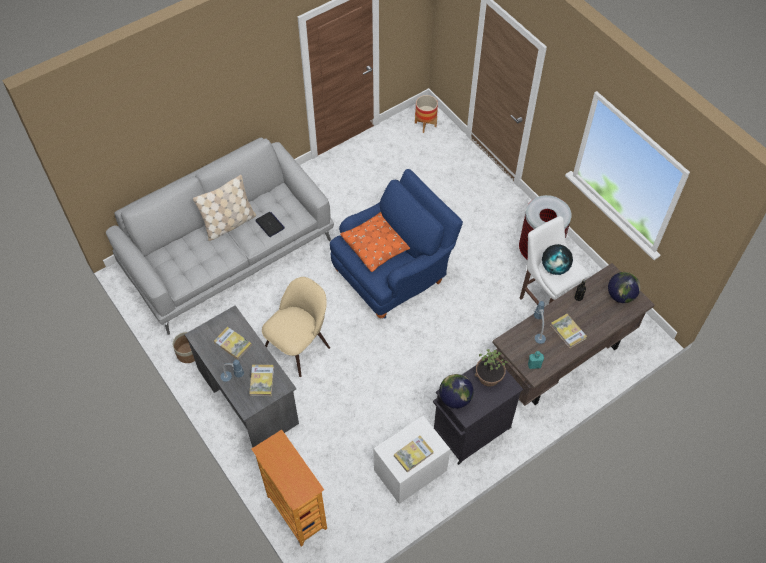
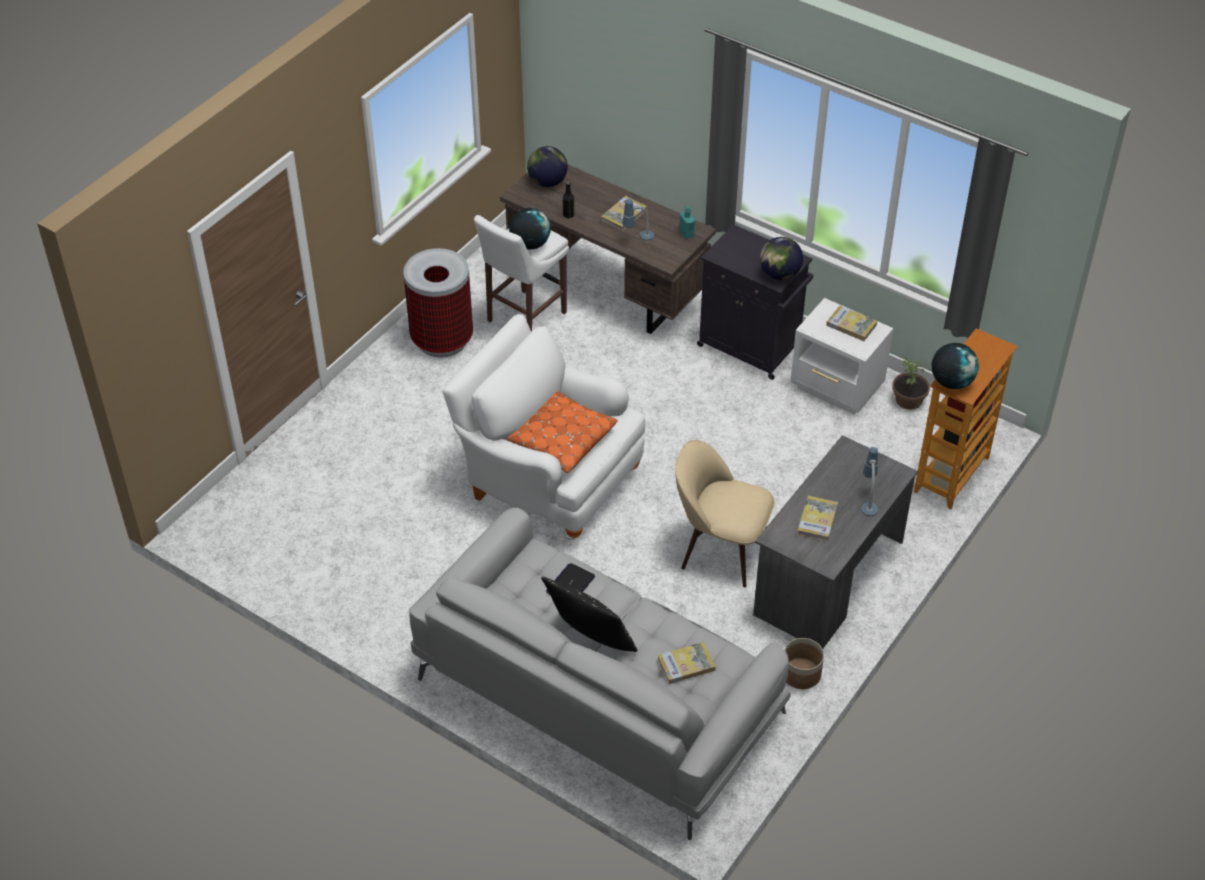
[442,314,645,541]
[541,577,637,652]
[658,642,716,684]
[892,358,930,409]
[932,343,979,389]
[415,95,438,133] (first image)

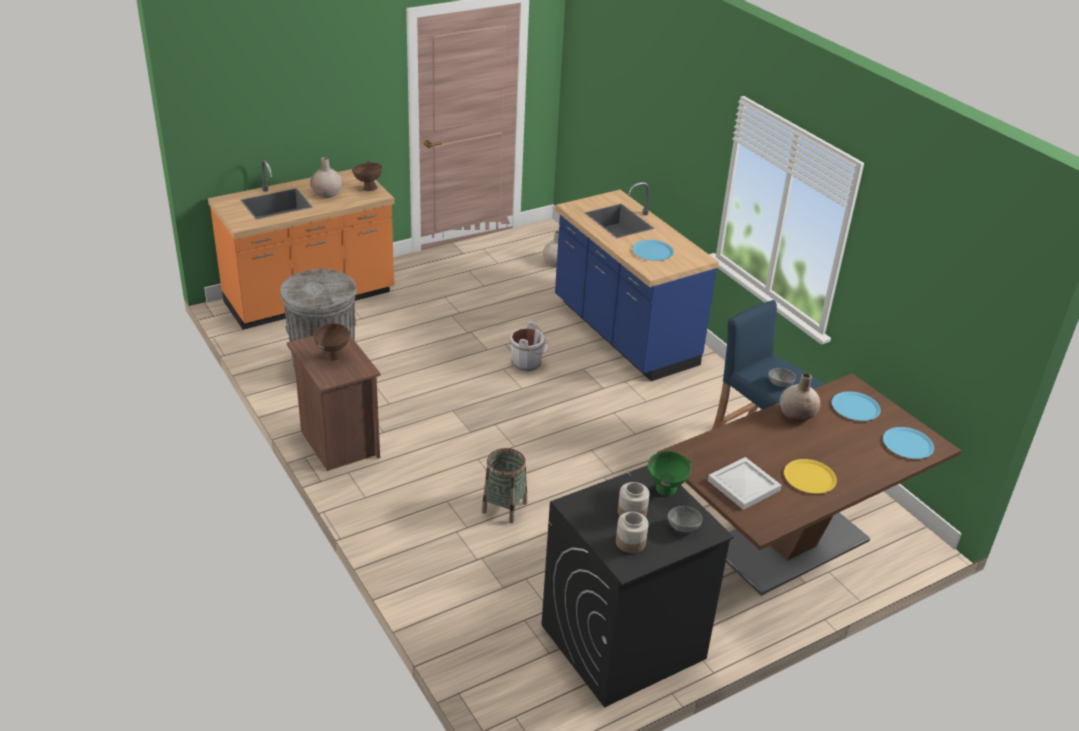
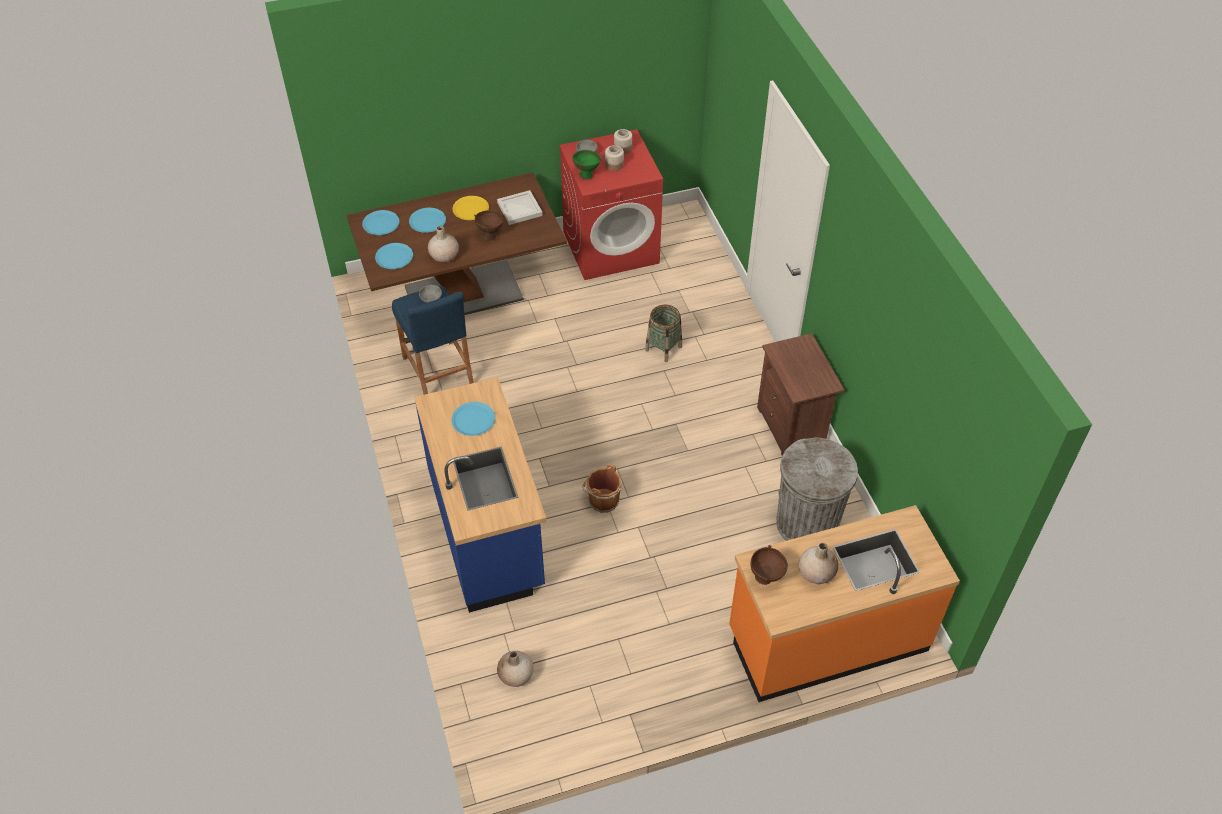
[409,208,446,233]
[474,210,504,240]
[559,129,663,280]
[582,464,622,513]

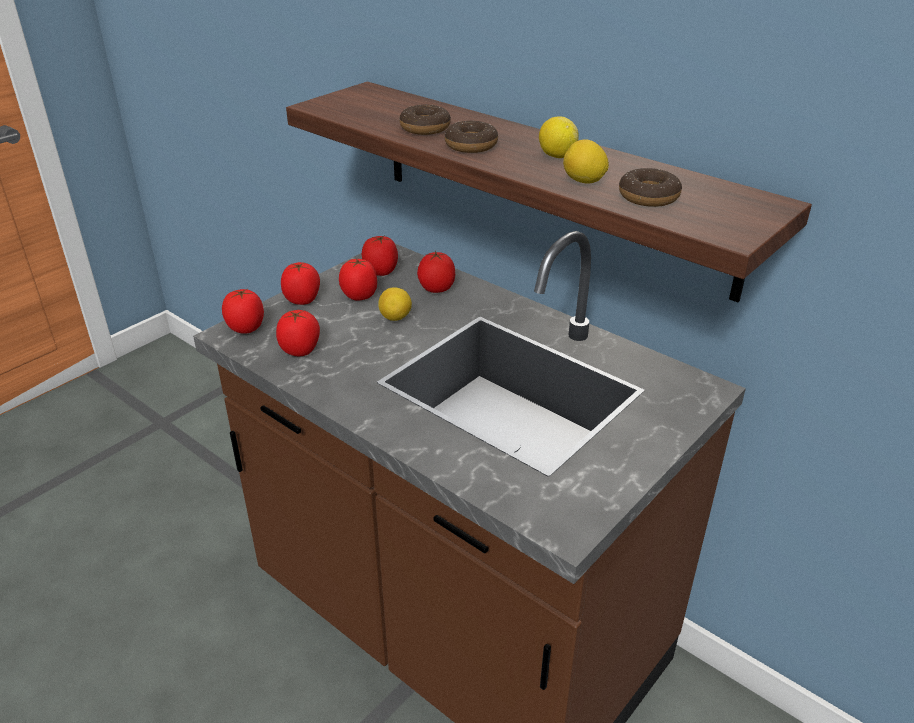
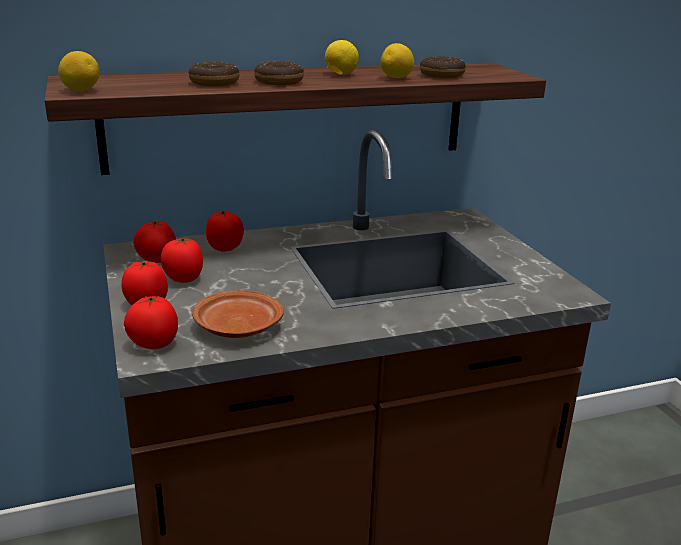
[58,51,100,91]
[192,290,284,338]

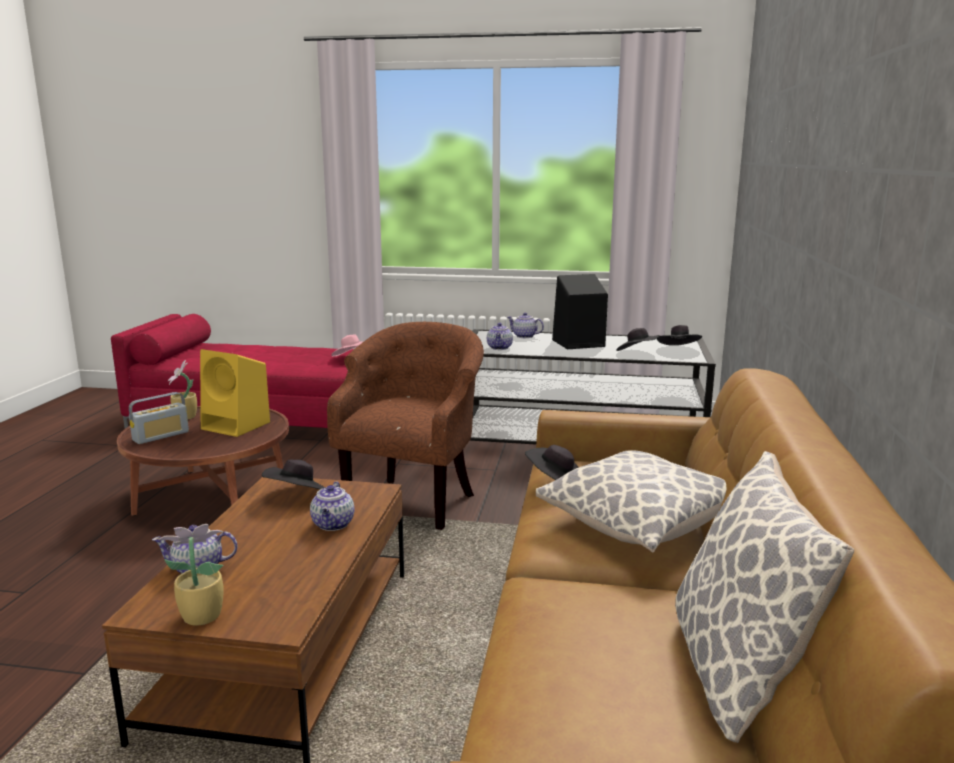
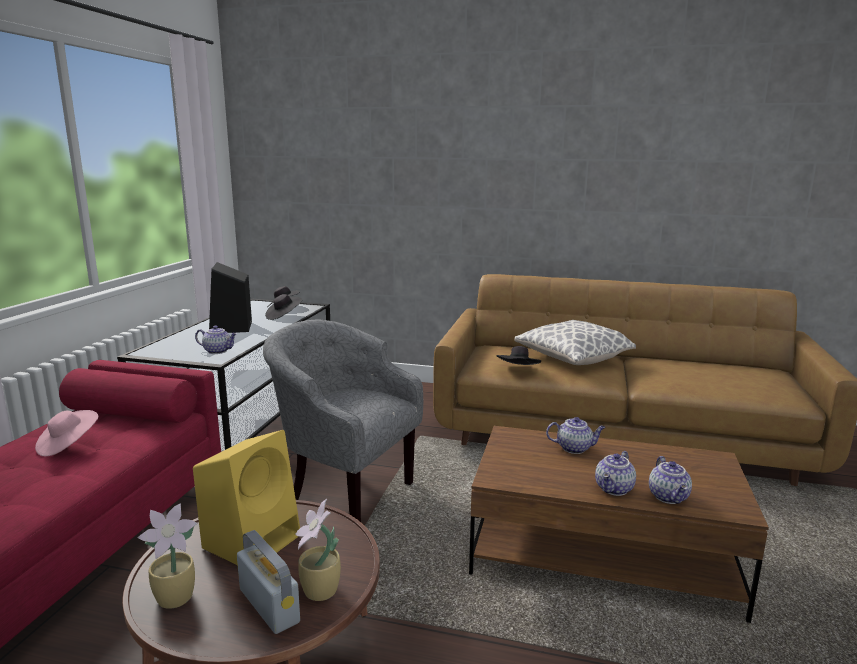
[263,320,423,522]
[295,499,341,601]
[595,451,636,496]
[262,460,326,489] (first image)
[675,451,854,743] (first image)

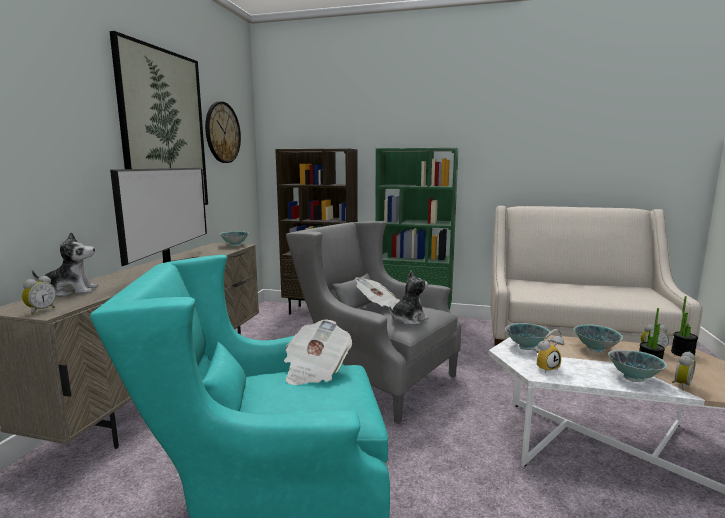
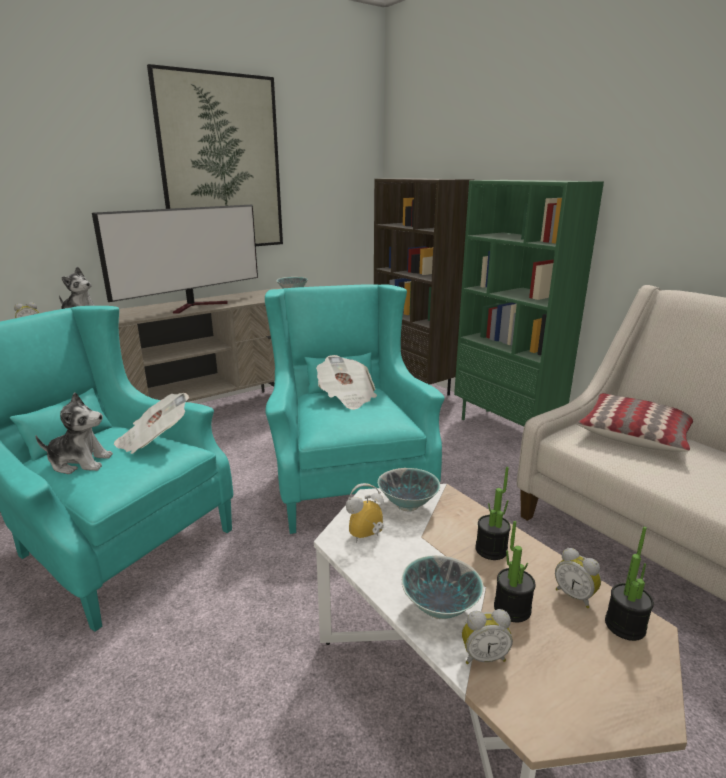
[35,393,113,474]
[265,284,445,534]
[346,483,384,543]
[475,467,511,560]
[577,393,693,452]
[205,102,241,163] (first image)

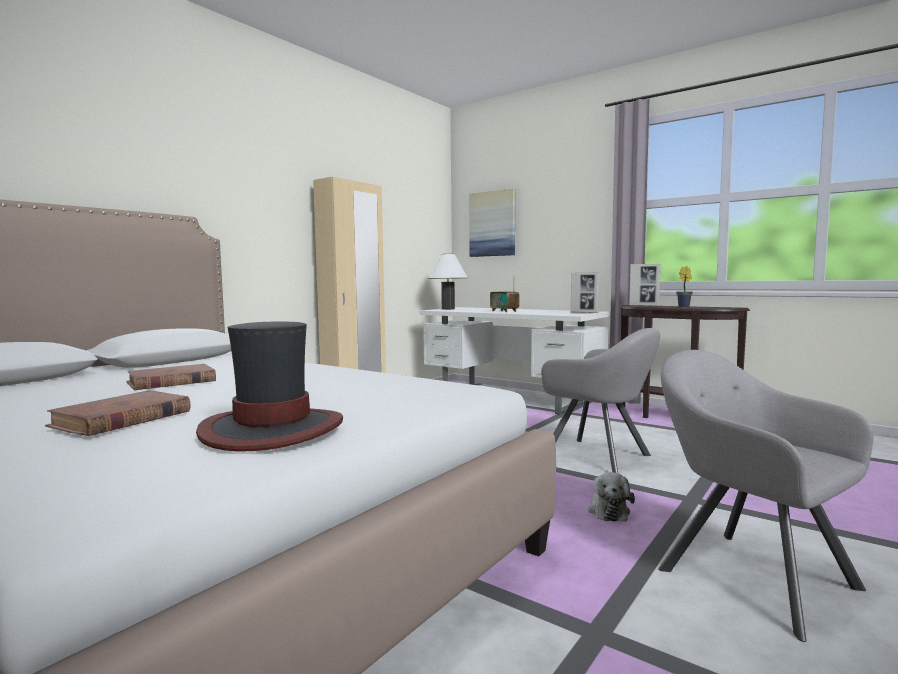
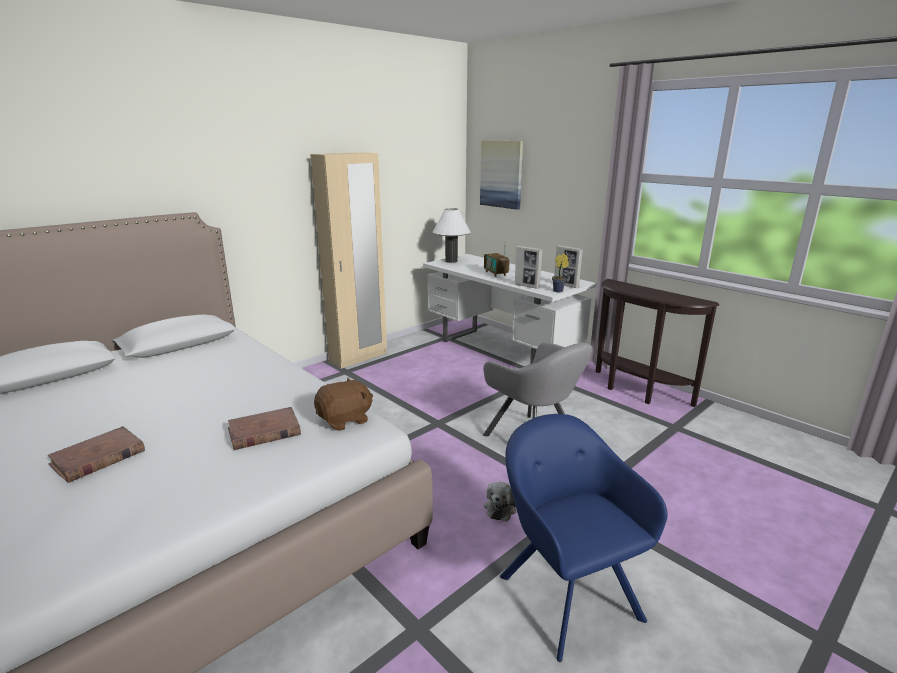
[228,407,301,450]
[314,378,373,431]
[500,414,668,662]
[515,246,543,289]
[552,253,569,292]
[196,322,343,451] (first image)

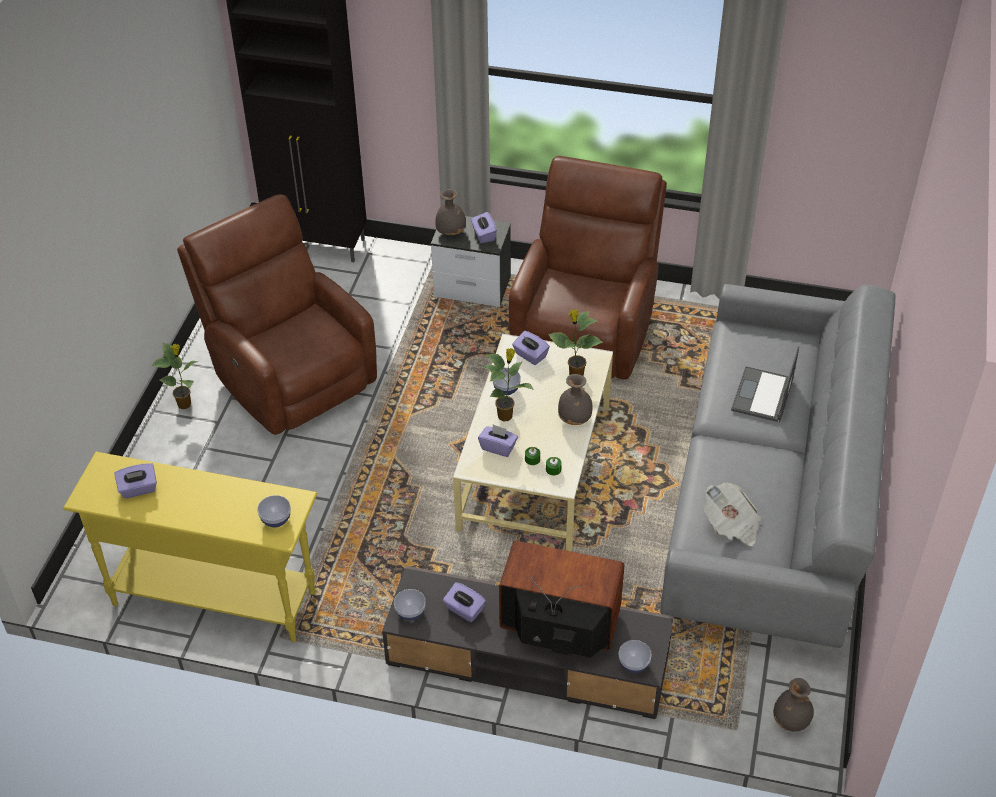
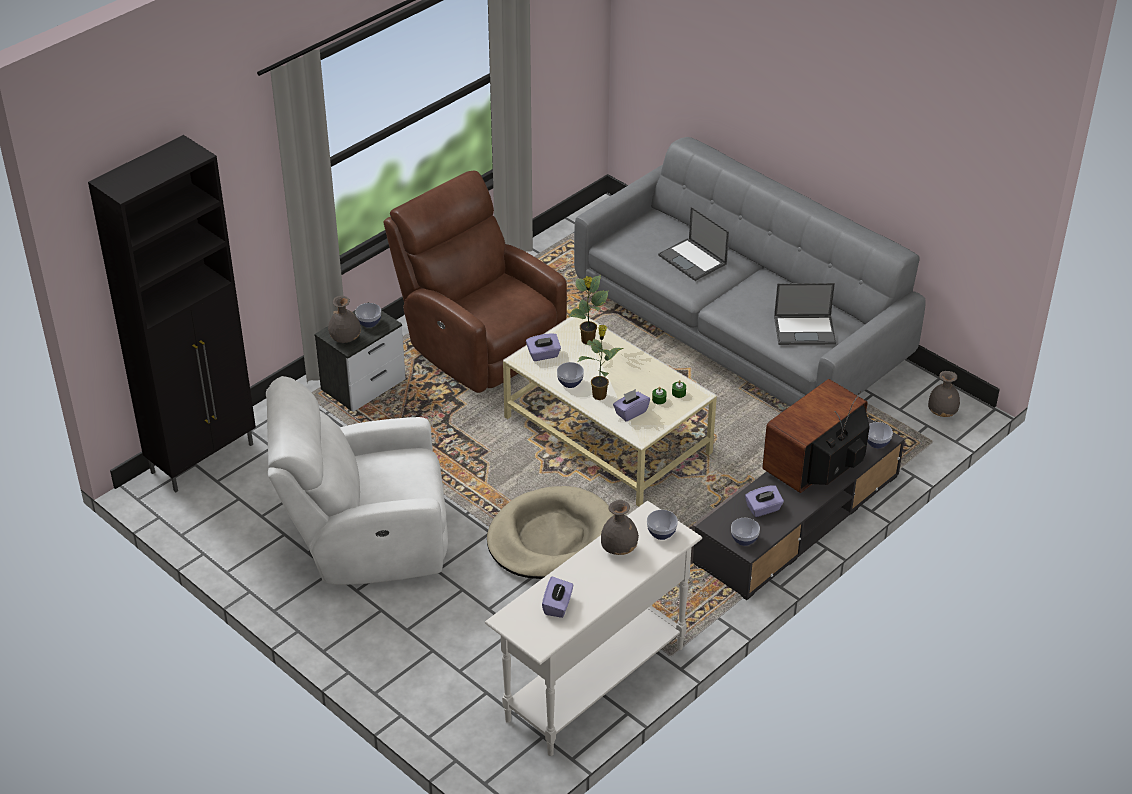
[266,376,448,585]
[355,303,381,328]
[485,501,702,756]
[487,486,614,579]
[601,500,639,555]
[774,283,836,345]
[151,342,199,409] (first image)

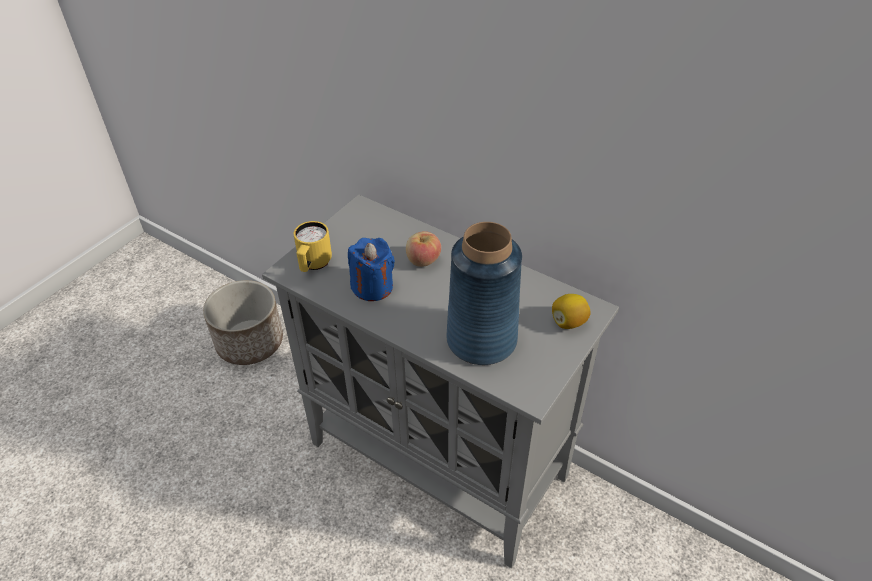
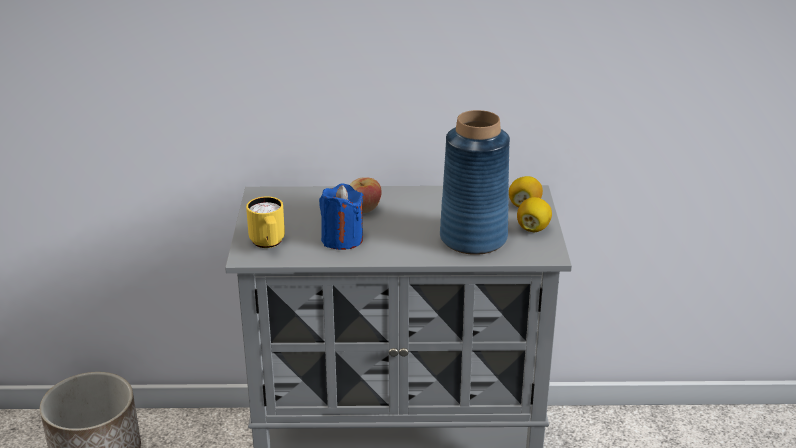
[517,197,552,232]

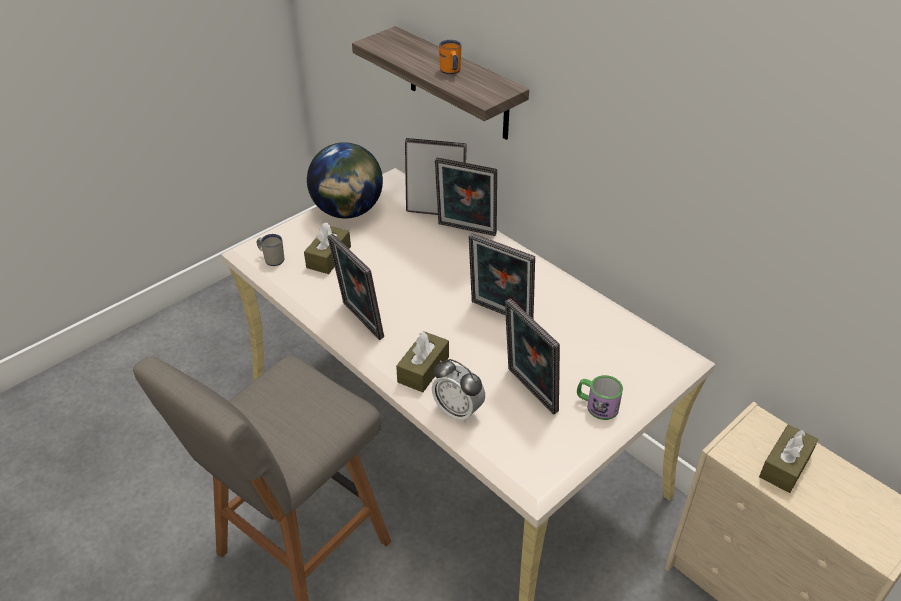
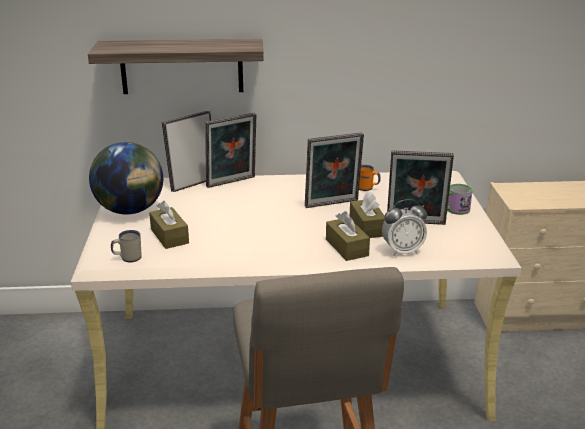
[350,192,385,238]
[359,165,381,191]
[327,233,384,340] (first image)

